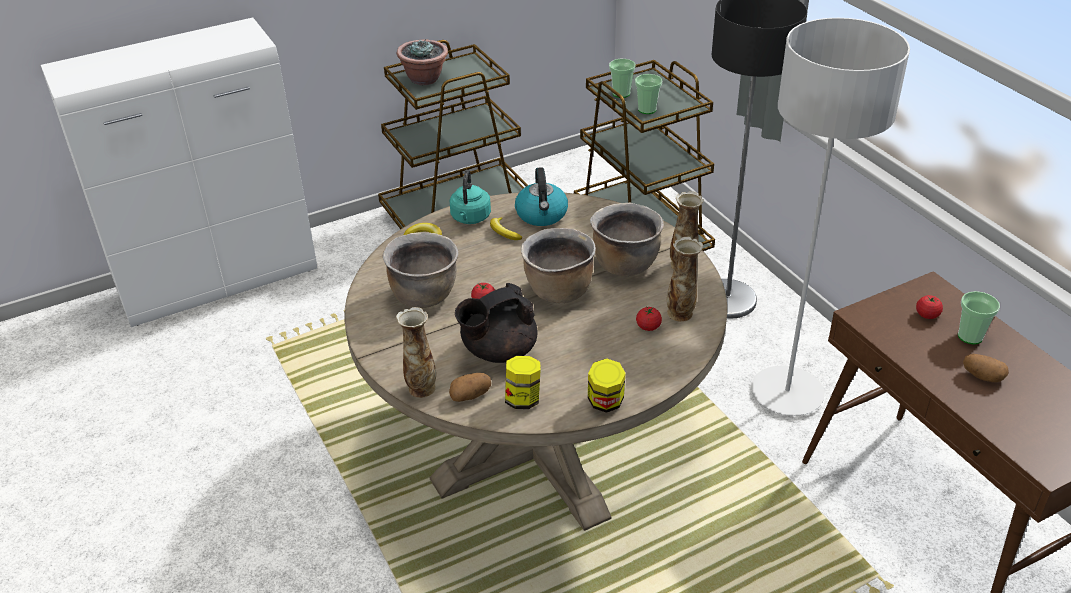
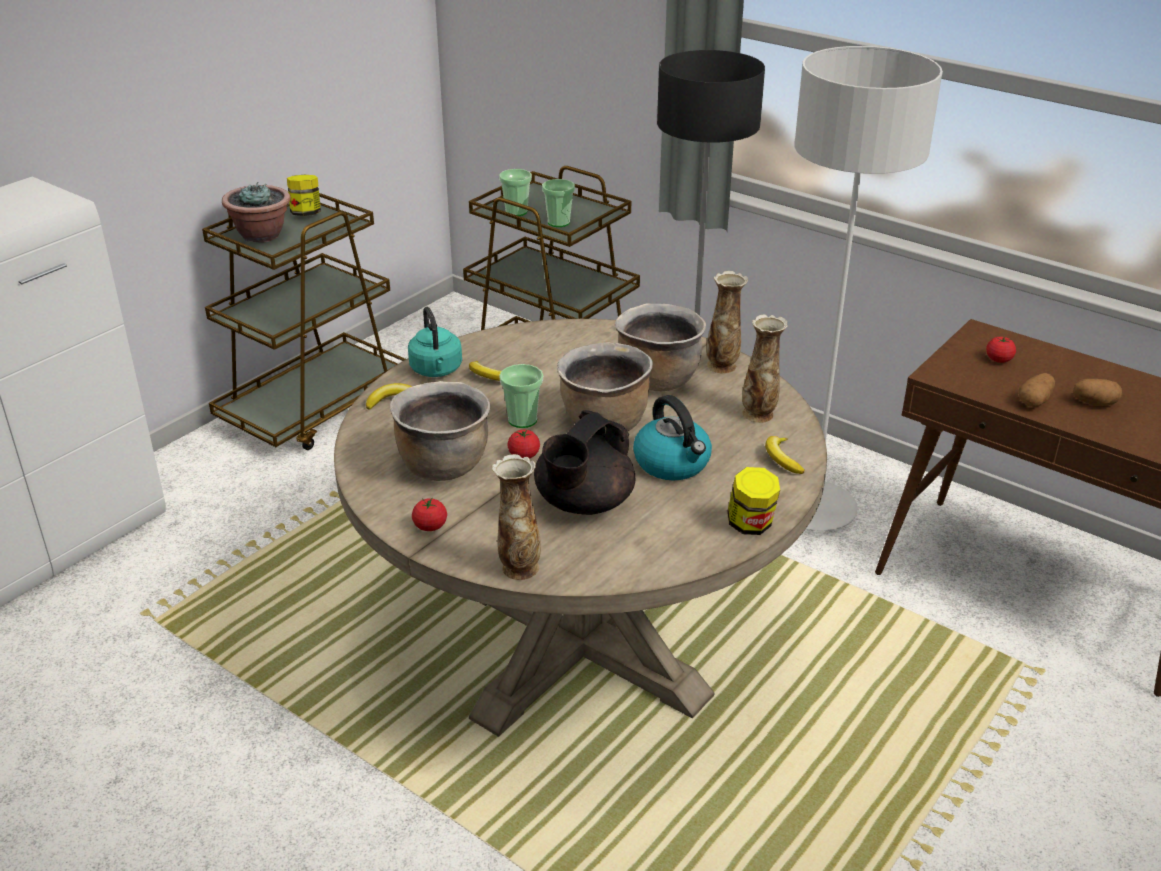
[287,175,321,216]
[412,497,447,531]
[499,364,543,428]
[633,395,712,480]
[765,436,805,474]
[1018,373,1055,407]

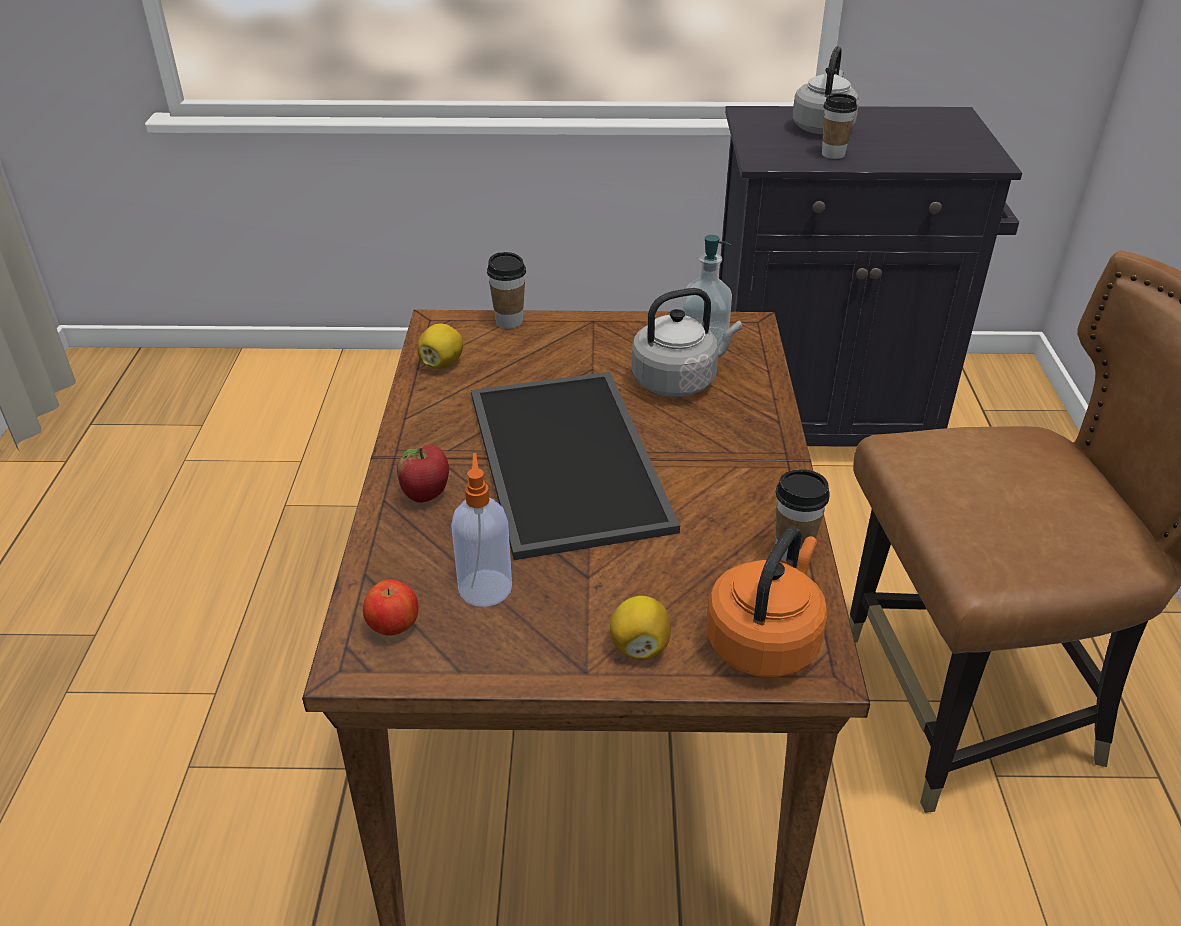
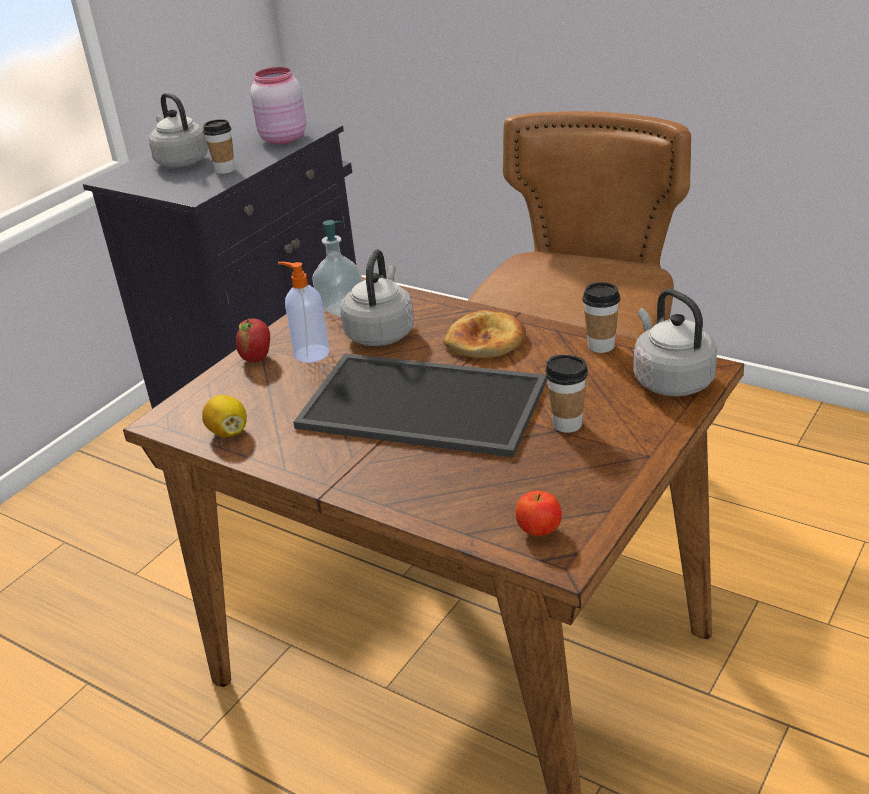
[236,318,270,362]
[250,67,306,144]
[278,262,330,363]
[443,310,526,358]
[545,355,588,433]
[633,289,717,397]
[610,596,671,660] (first image)

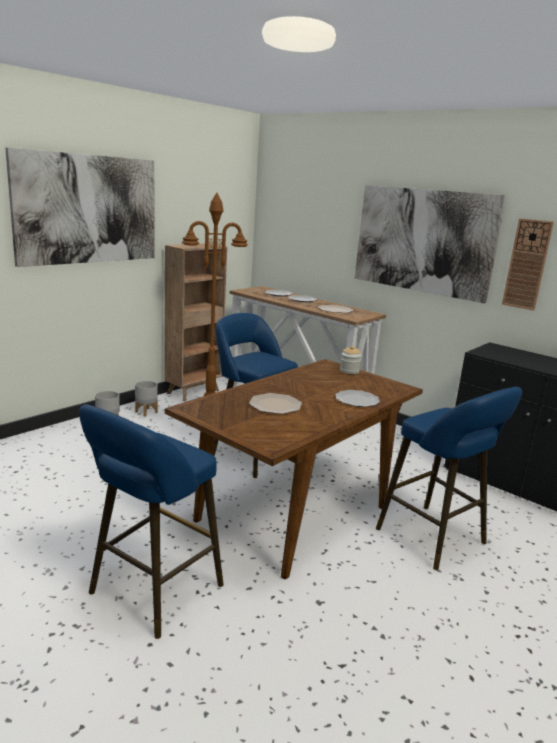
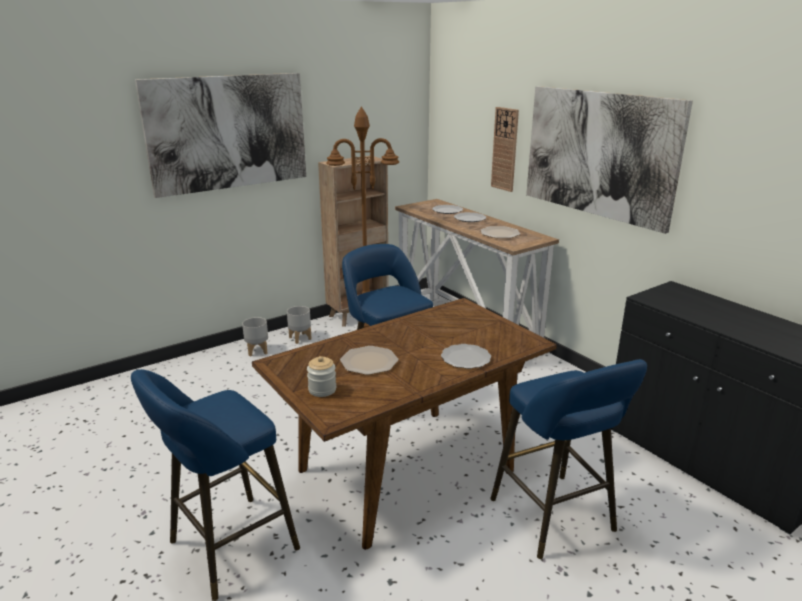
[307,356,336,397]
[491,107,519,192]

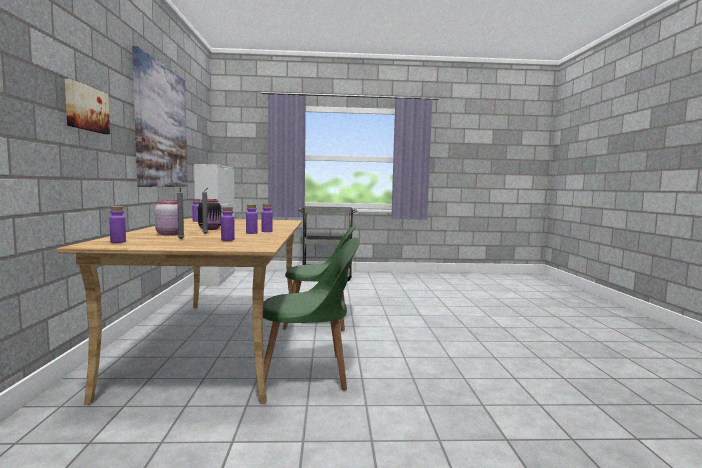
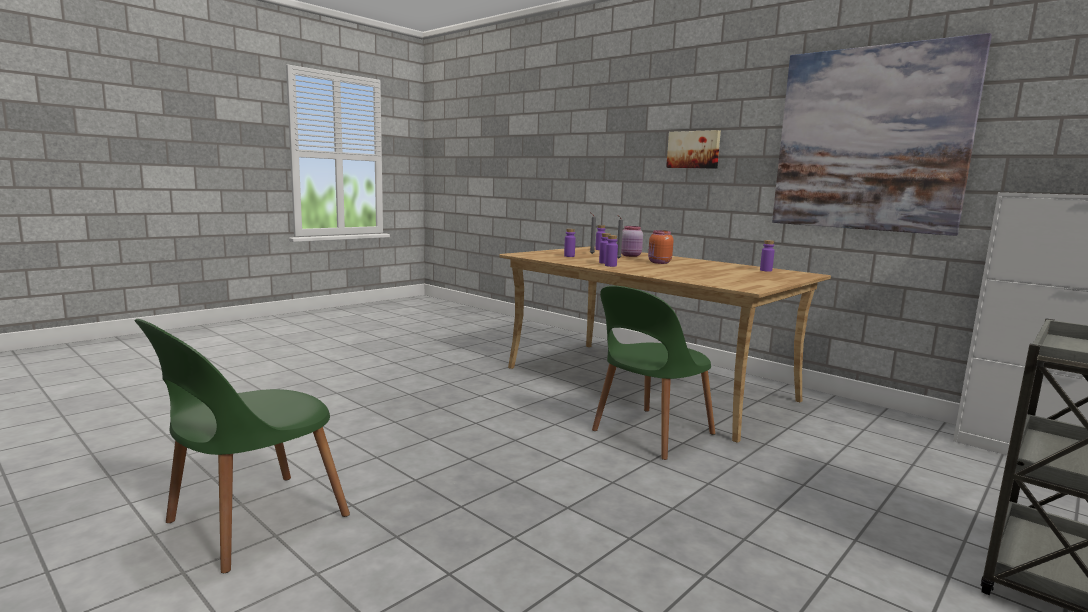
[135,319,350,573]
[648,230,674,264]

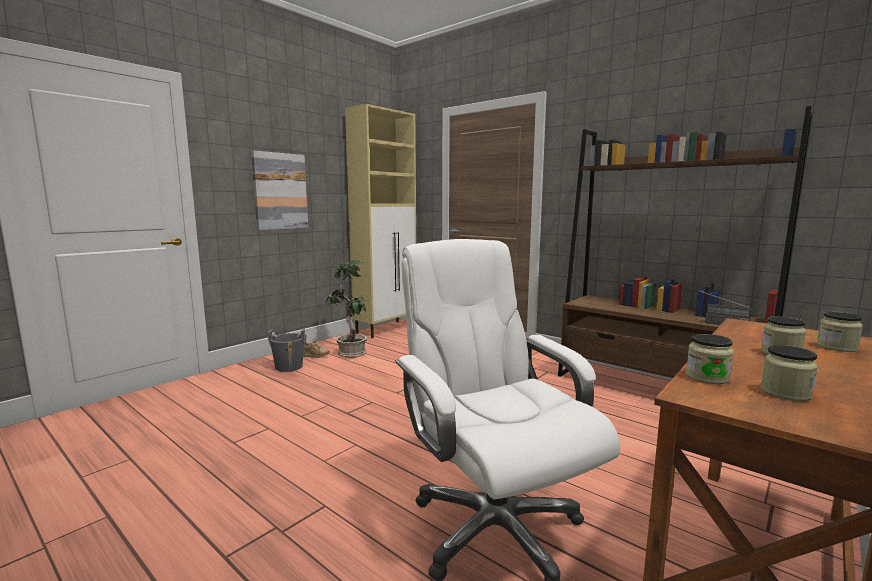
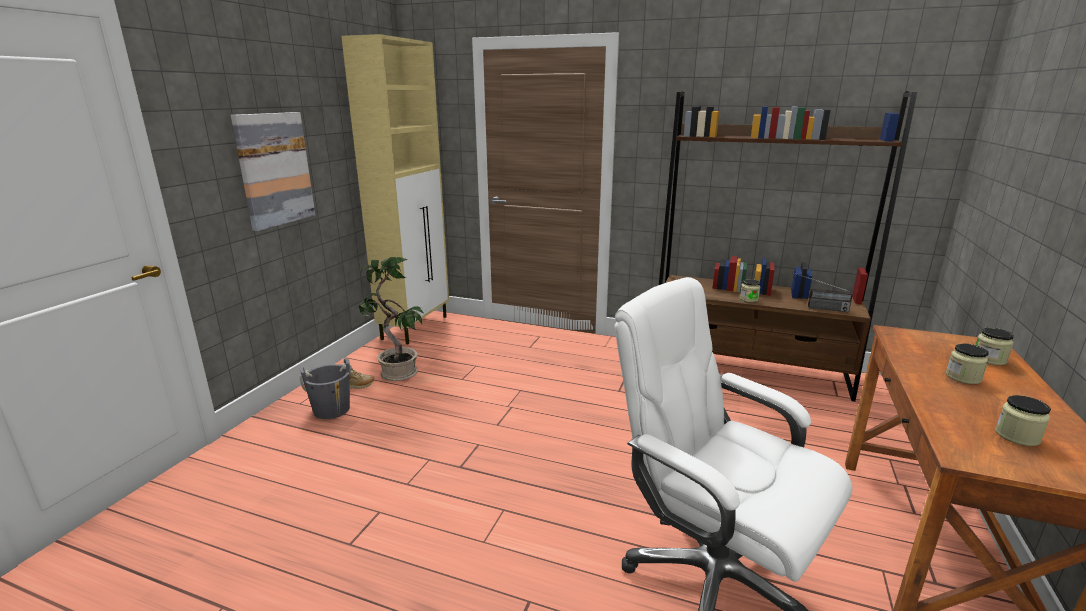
[740,279,760,302]

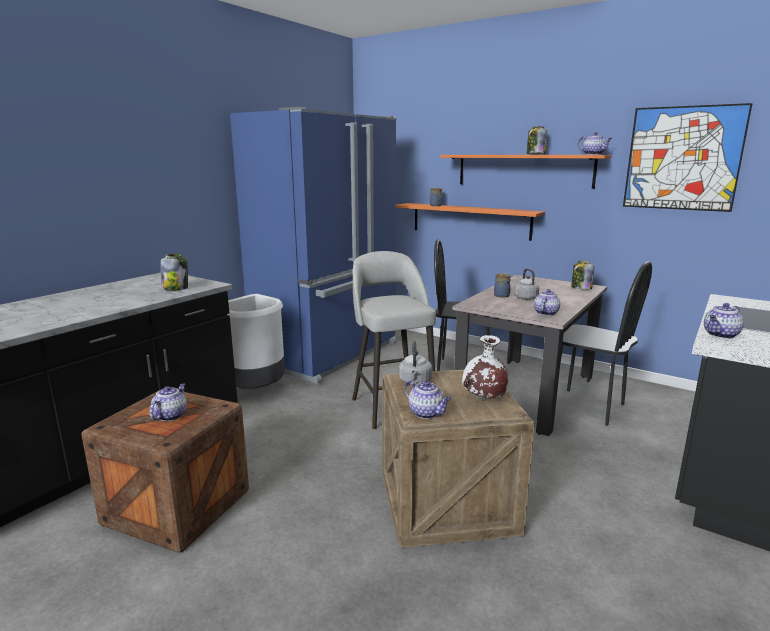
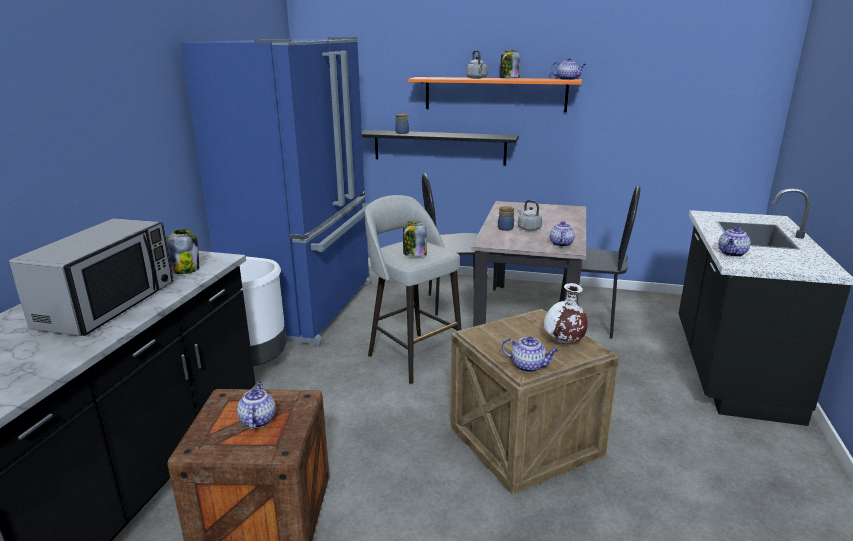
[9,218,174,336]
[362,130,519,165]
[403,221,427,257]
[466,50,488,79]
[623,103,753,212] (first image)

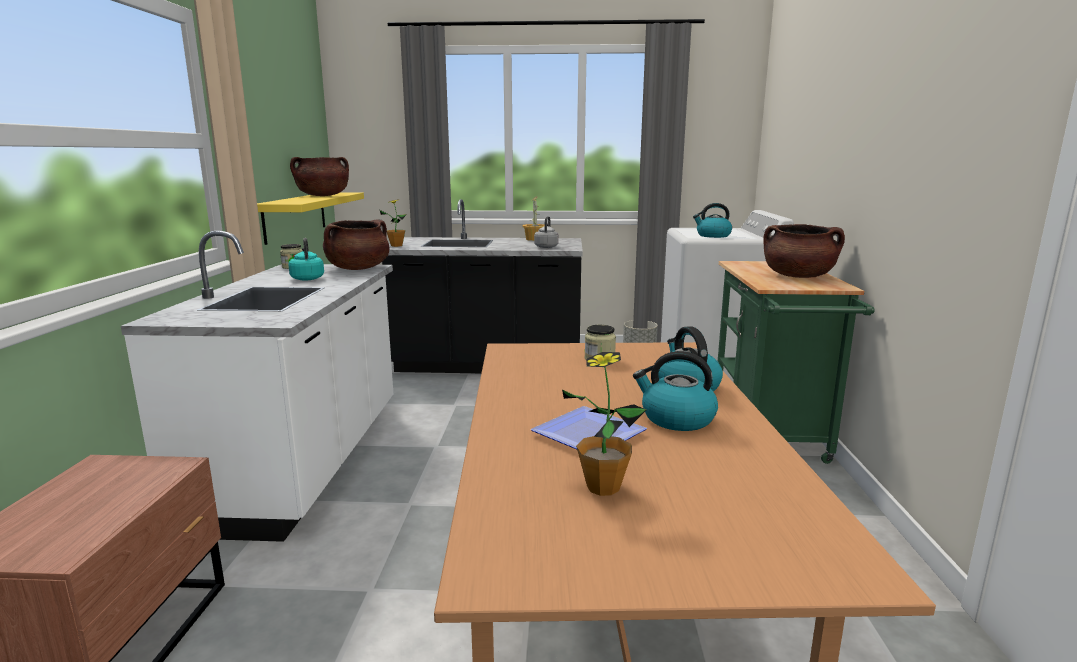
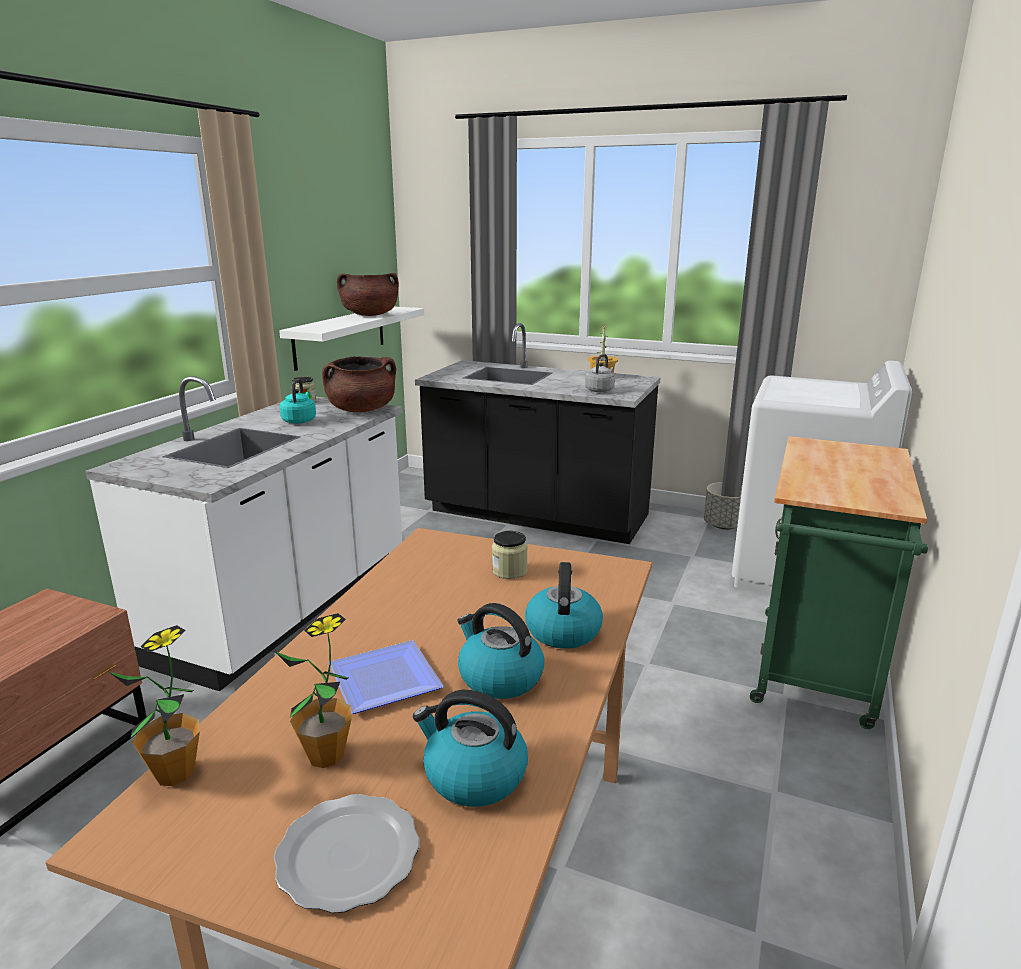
[109,625,200,786]
[274,794,420,913]
[279,306,424,371]
[413,690,528,807]
[763,224,845,278] (first image)

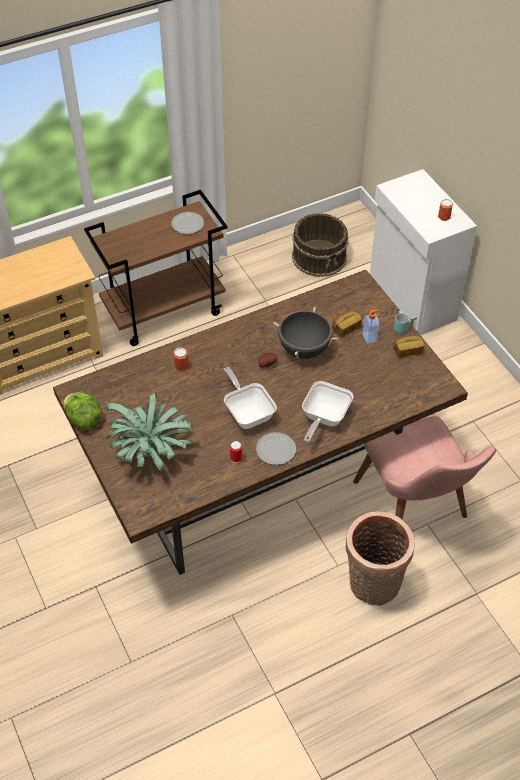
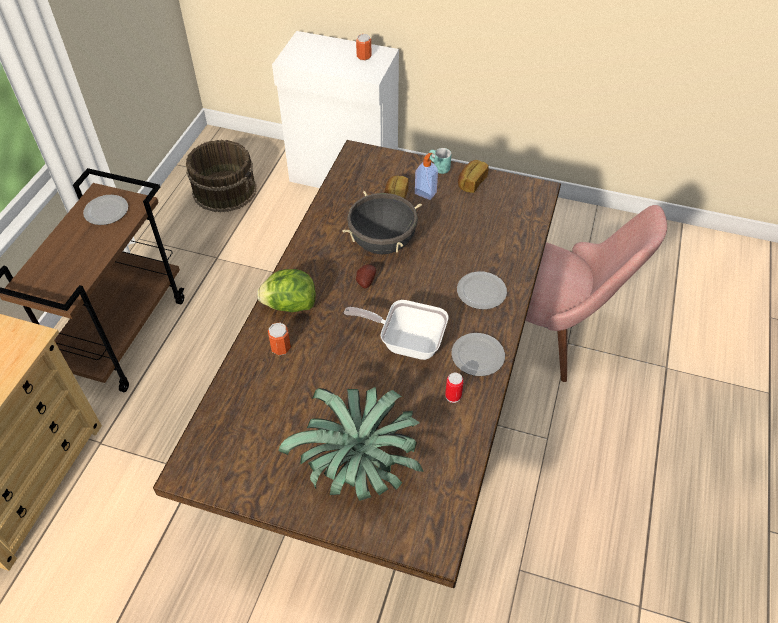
[257,269,316,312]
[457,271,507,309]
[346,511,414,606] (first image)

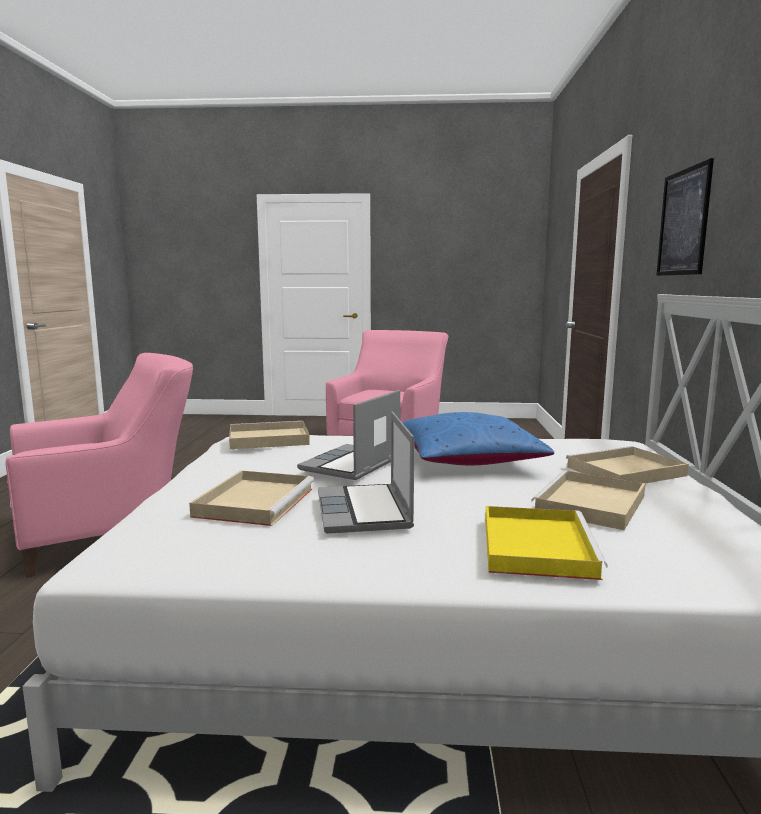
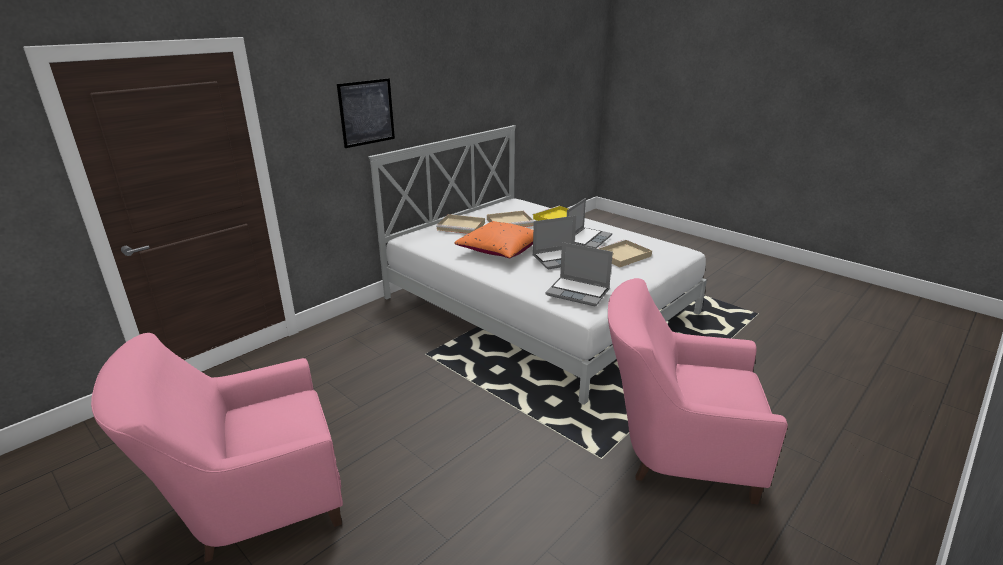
[454,221,533,258]
[546,242,613,306]

